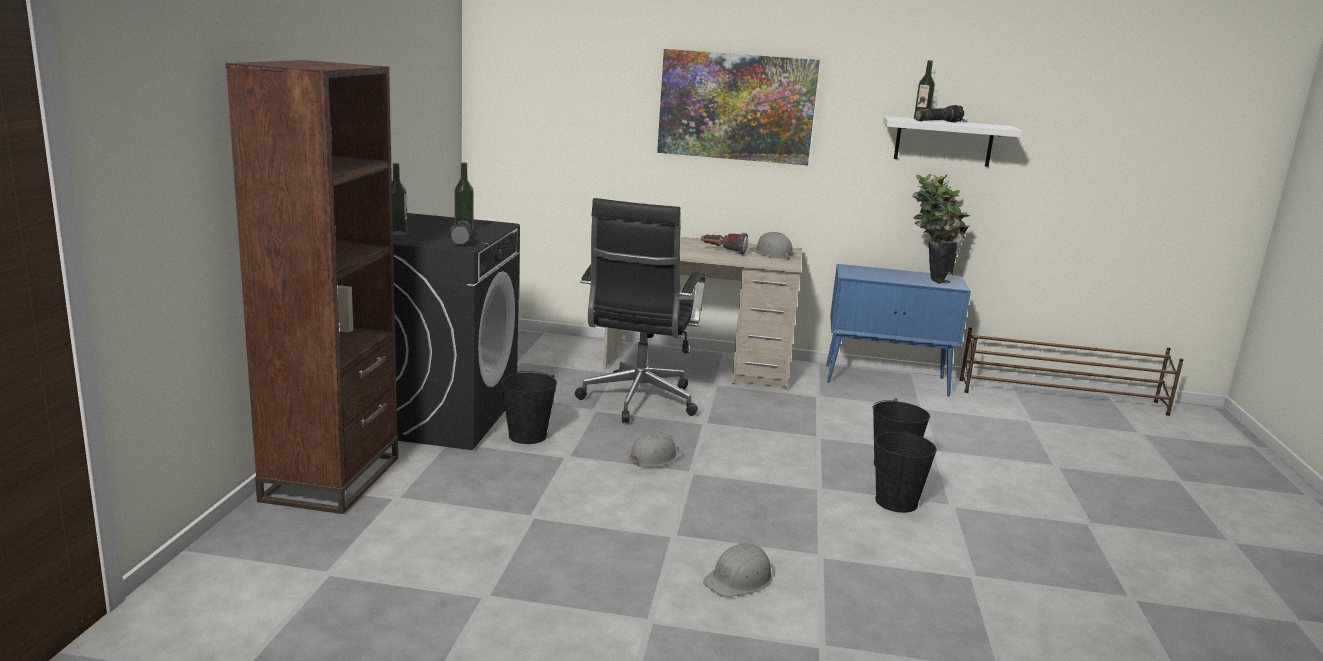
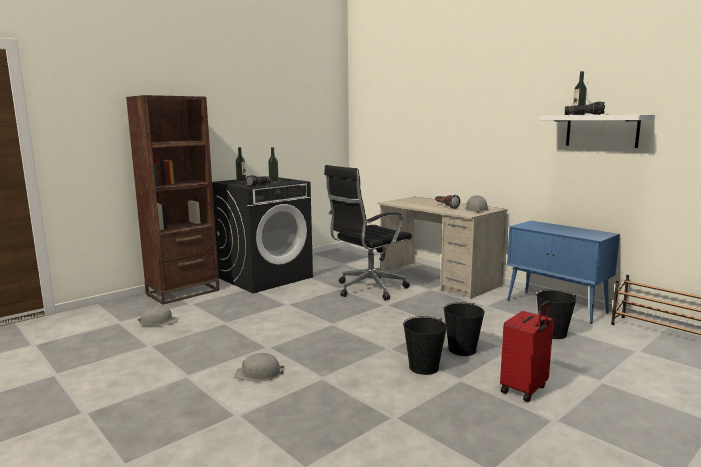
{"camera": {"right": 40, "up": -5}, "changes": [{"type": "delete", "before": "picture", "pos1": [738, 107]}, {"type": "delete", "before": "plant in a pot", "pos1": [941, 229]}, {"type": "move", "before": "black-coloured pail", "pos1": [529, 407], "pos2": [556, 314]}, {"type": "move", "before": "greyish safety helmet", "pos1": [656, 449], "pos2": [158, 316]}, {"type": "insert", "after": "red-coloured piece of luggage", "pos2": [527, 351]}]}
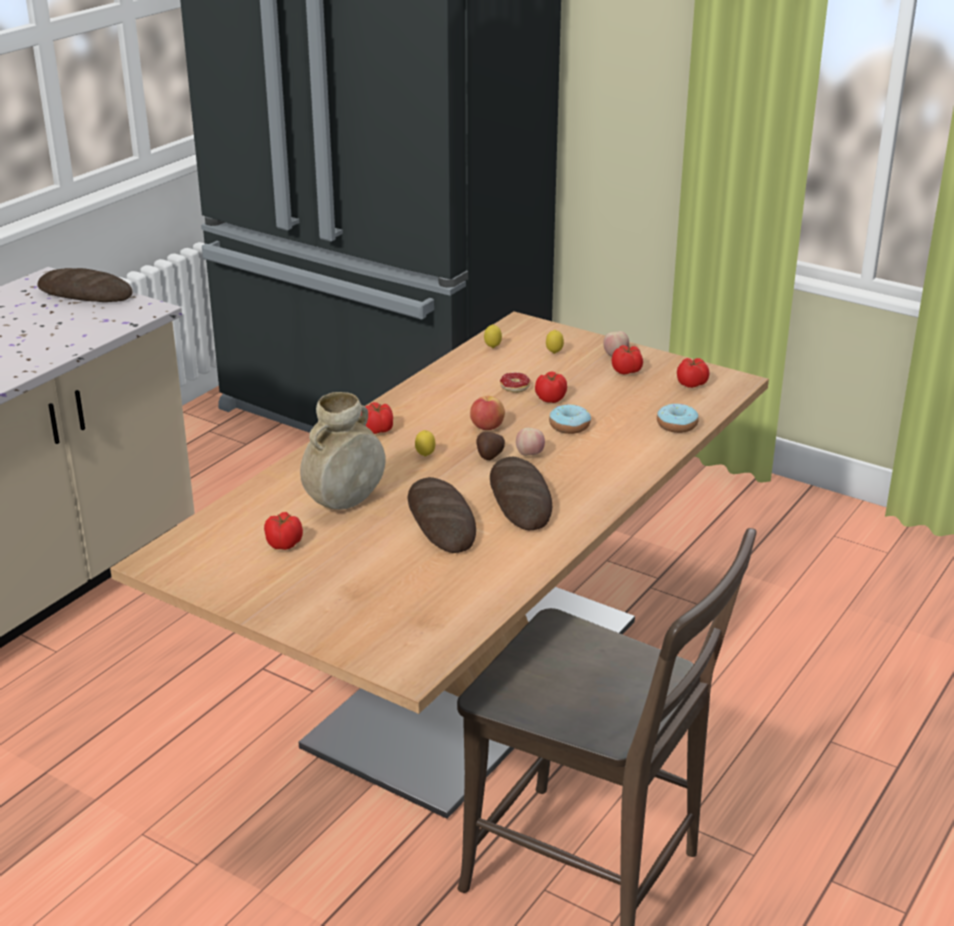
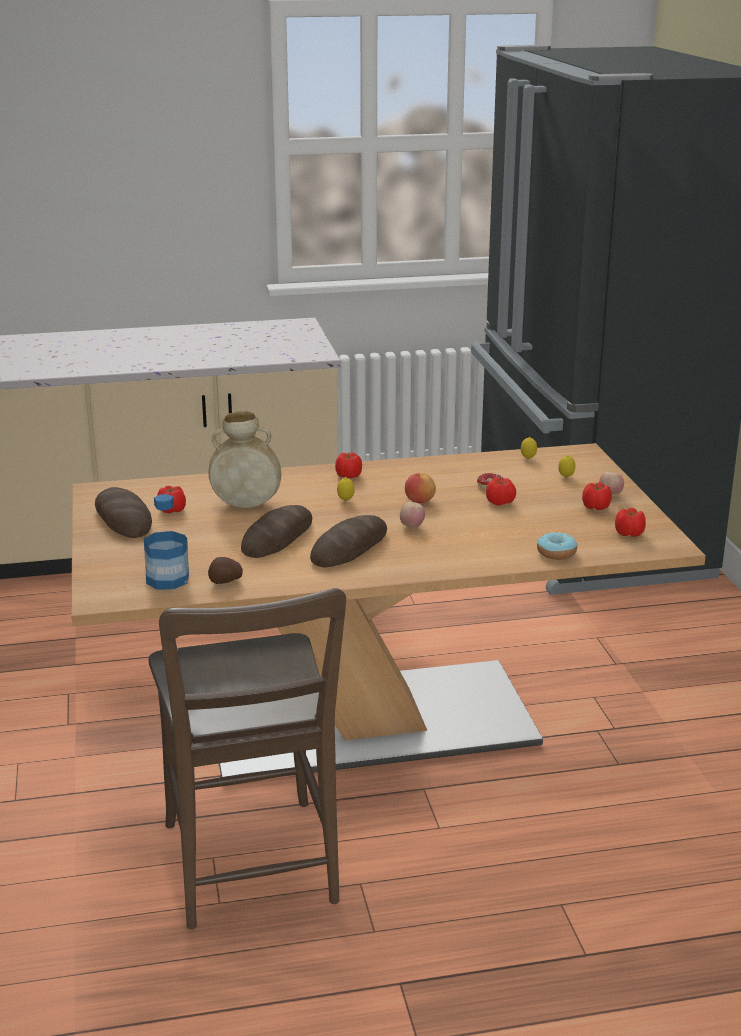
{"camera": {"right": 45, "up": -5}, "changes": [{"type": "move", "before": "bread", "pos1": [85, 285], "pos2": [123, 512]}, {"type": "delete", "before": "ring doughnut", "pos1": [570, 419]}, {"type": "move", "before": "spud", "pos1": [491, 446], "pos2": [225, 570]}, {"type": "insert", "after": "drink bottle", "pos2": [166, 541]}]}
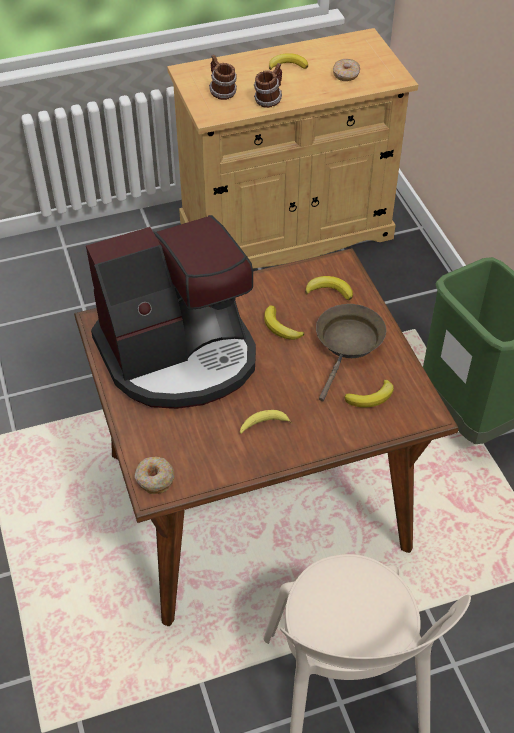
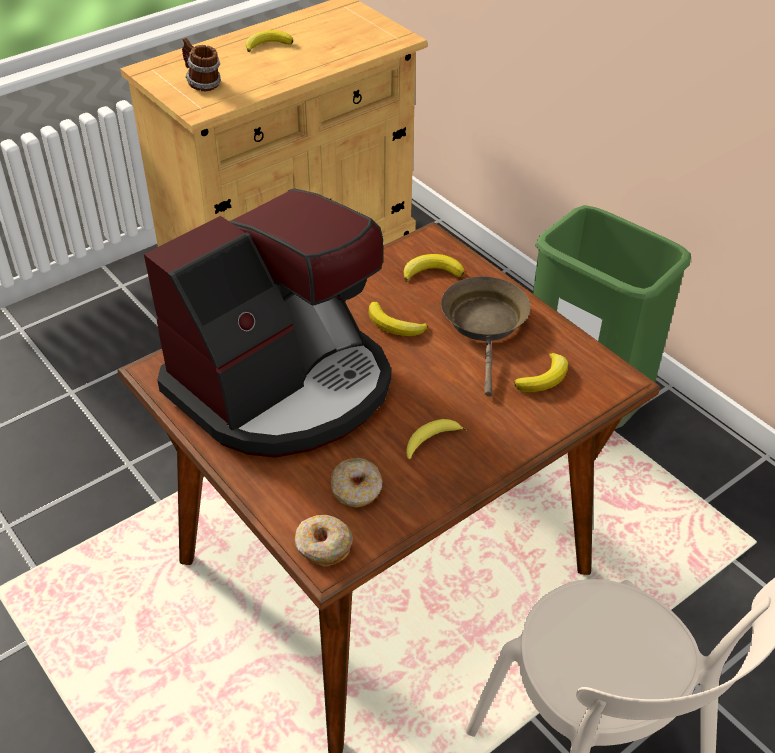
{"camera": {"right": -20, "up": -5}, "changes": [{"type": "move", "before": "ring doughnut", "pos1": [346, 70], "pos2": [356, 483]}, {"type": "delete", "before": "coffee mug", "pos1": [268, 85]}]}
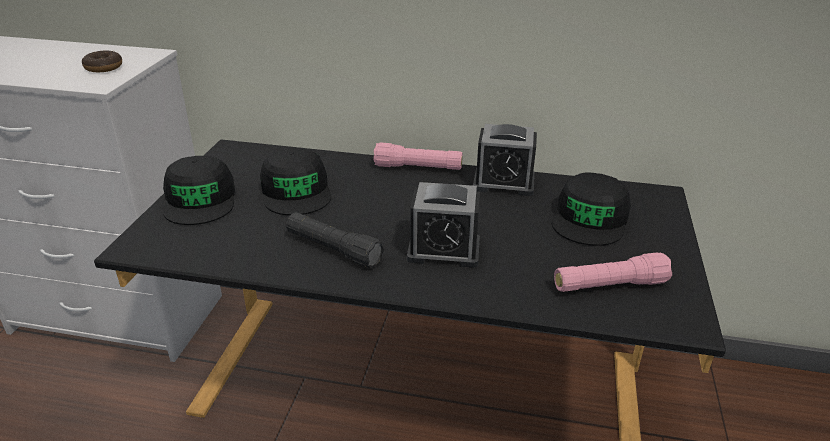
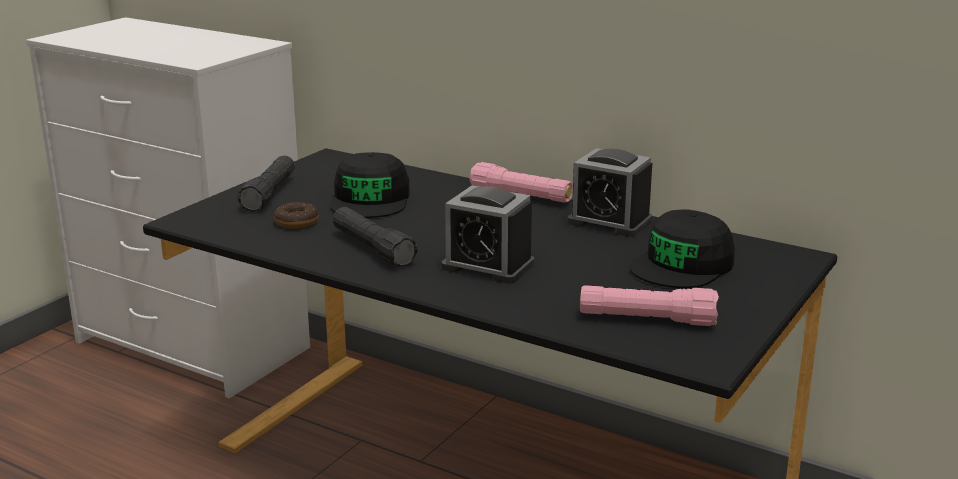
{"camera": {"right": 20, "up": -10}, "changes": [{"type": "move", "before": "ring doughnut", "pos1": [102, 61], "pos2": [296, 215]}, {"type": "replace", "before": "black-coloured cap", "after": "black-coloured torch", "pos1": [199, 190], "pos2": [266, 184]}]}
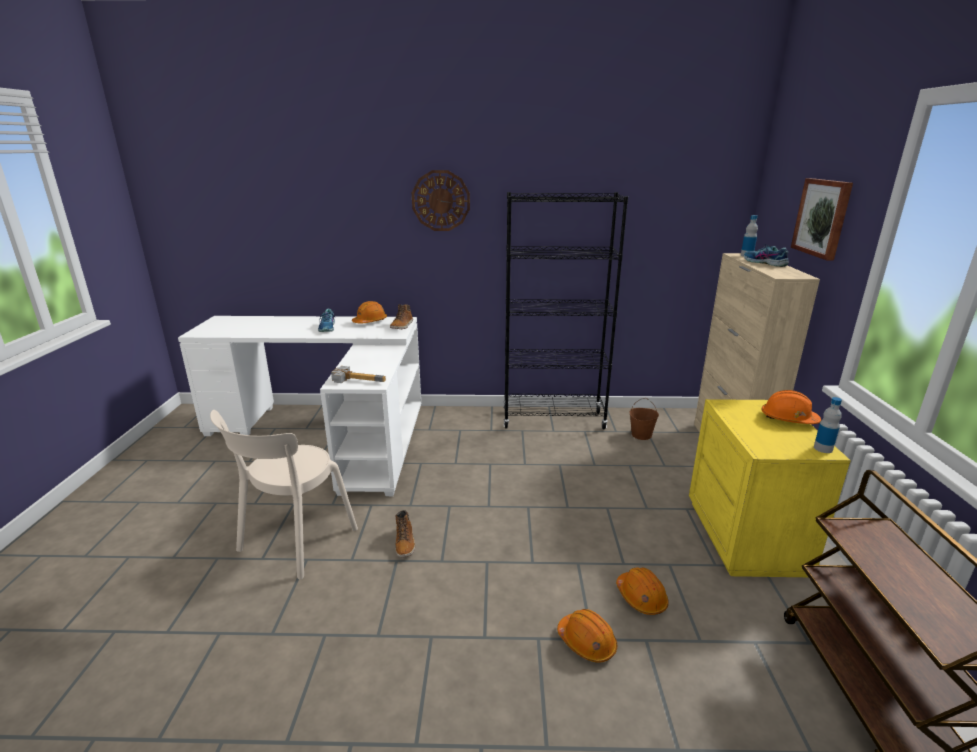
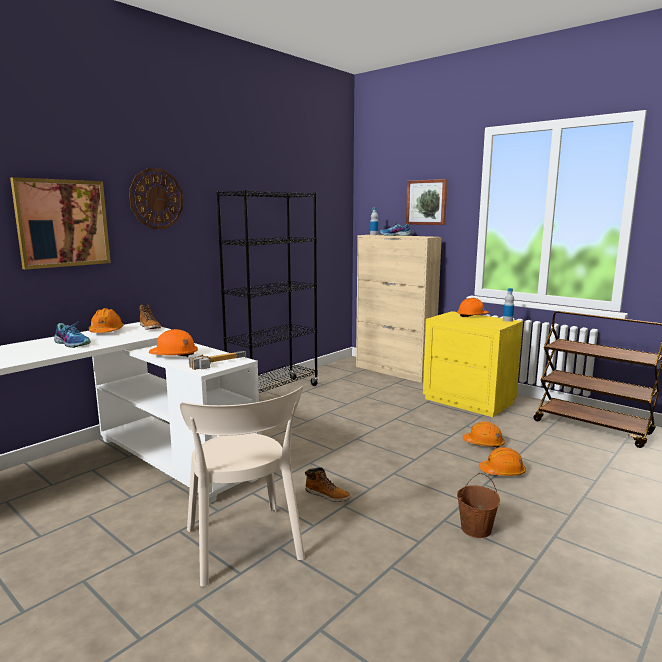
{"camera": {"right": -50, "up": -10}, "changes": [{"type": "move", "before": "brown-coloured pail", "pos1": [644, 419], "pos2": [478, 505]}, {"type": "insert", "after": "picture", "pos2": [60, 223]}, {"type": "insert", "after": "orange-coloured safety helmet", "pos2": [173, 343]}]}
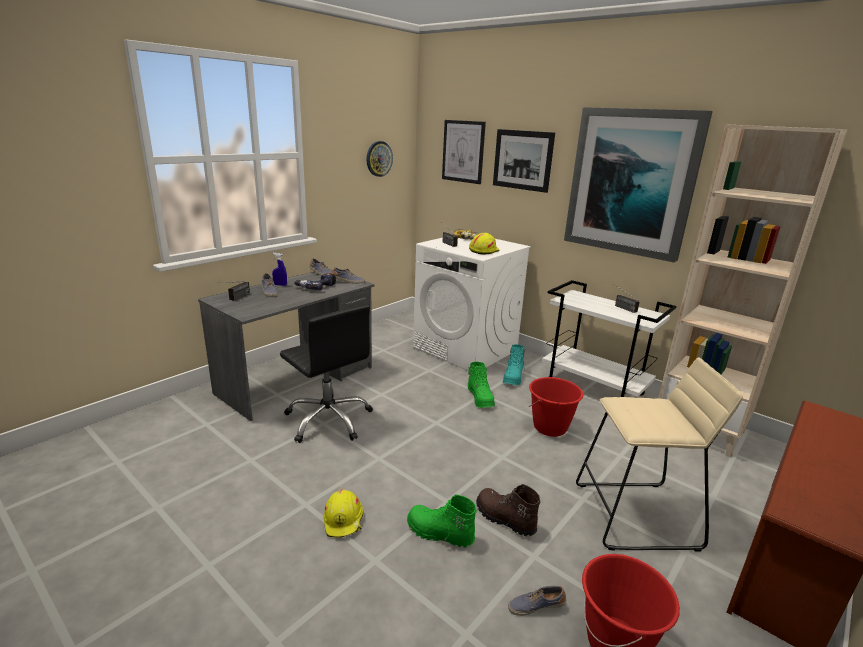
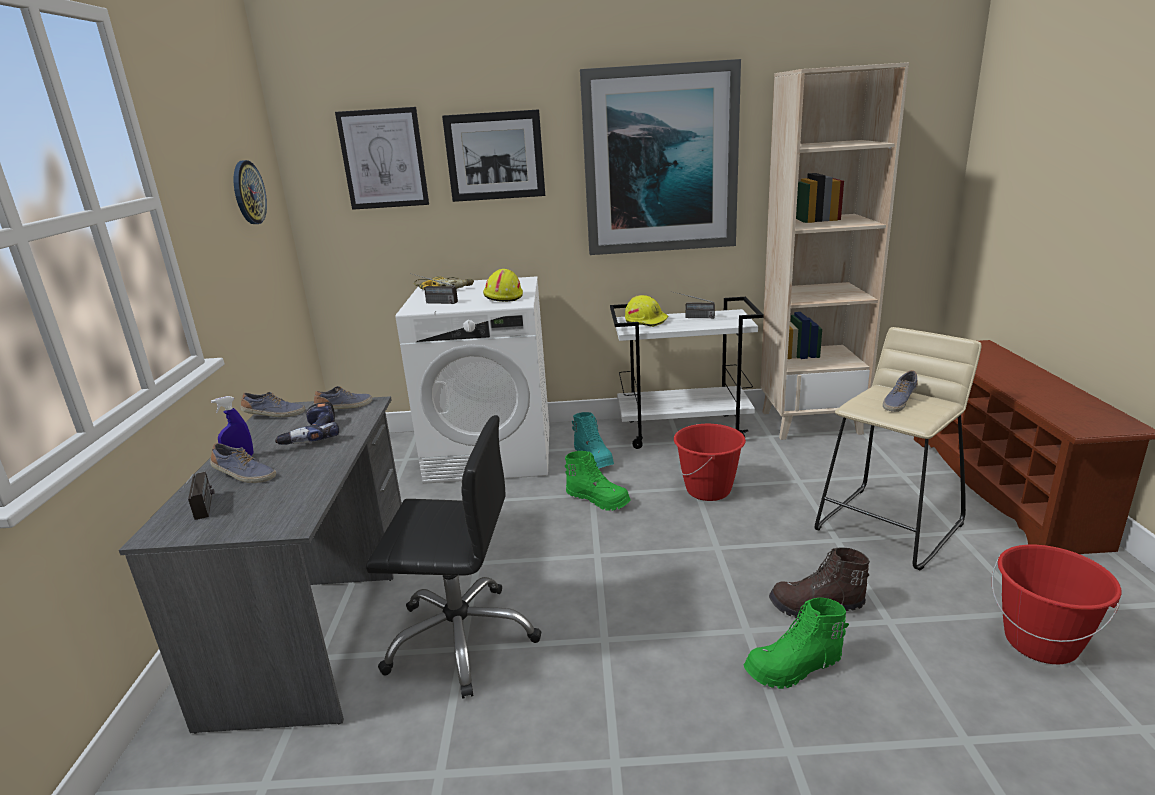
{"camera": {"right": -40, "up": 0}, "changes": [{"type": "move", "before": "yellow-coloured safety helmet", "pos1": [343, 513], "pos2": [646, 311]}, {"type": "move", "before": "item of footwear", "pos1": [537, 601], "pos2": [900, 391]}]}
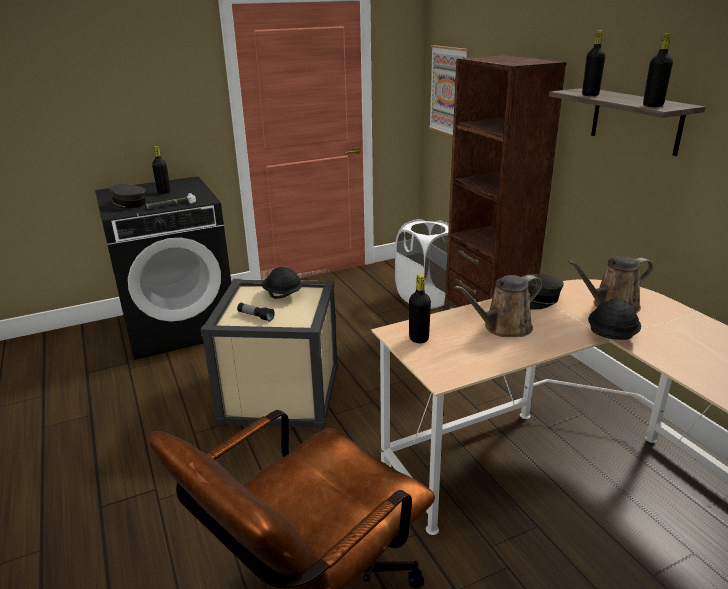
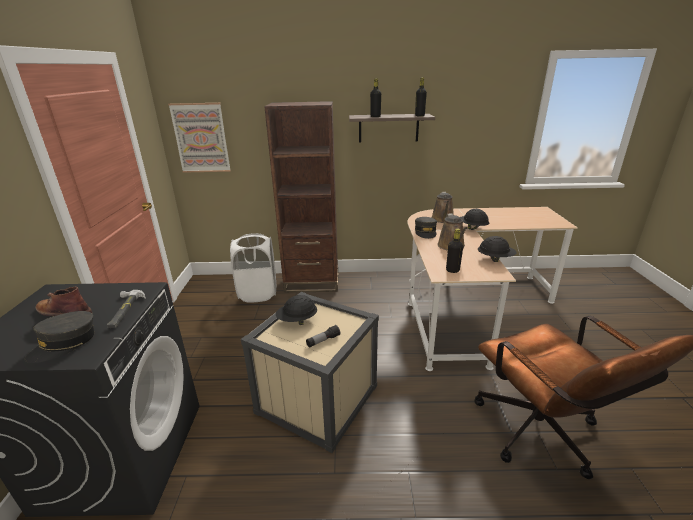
{"camera": {"right": -65, "up": 0}, "changes": [{"type": "replace", "before": "black-coloured drink bottle", "after": "brown-coloured boot", "pos1": [161, 170], "pos2": [63, 301]}, {"type": "insert", "after": "black-coloured safety helmet", "pos2": [497, 249]}]}
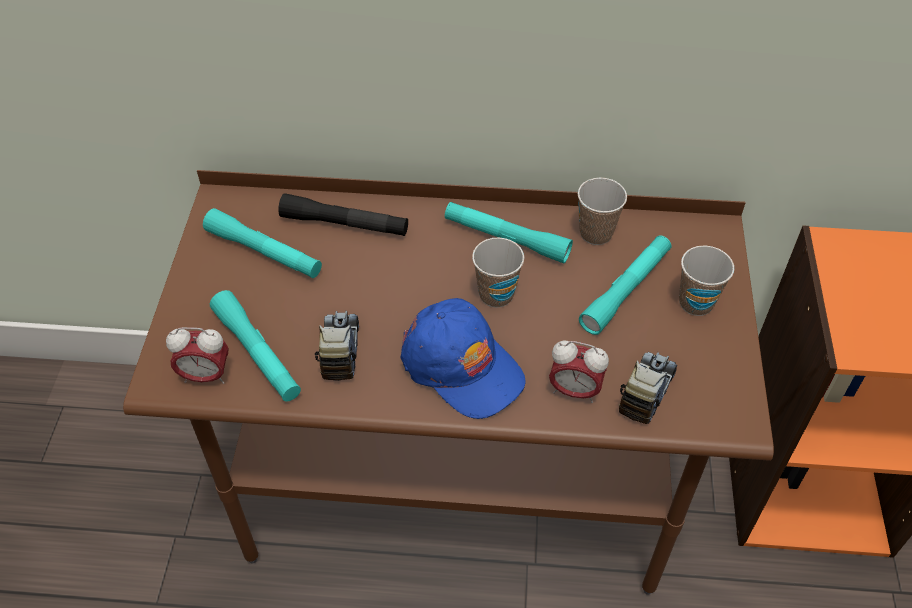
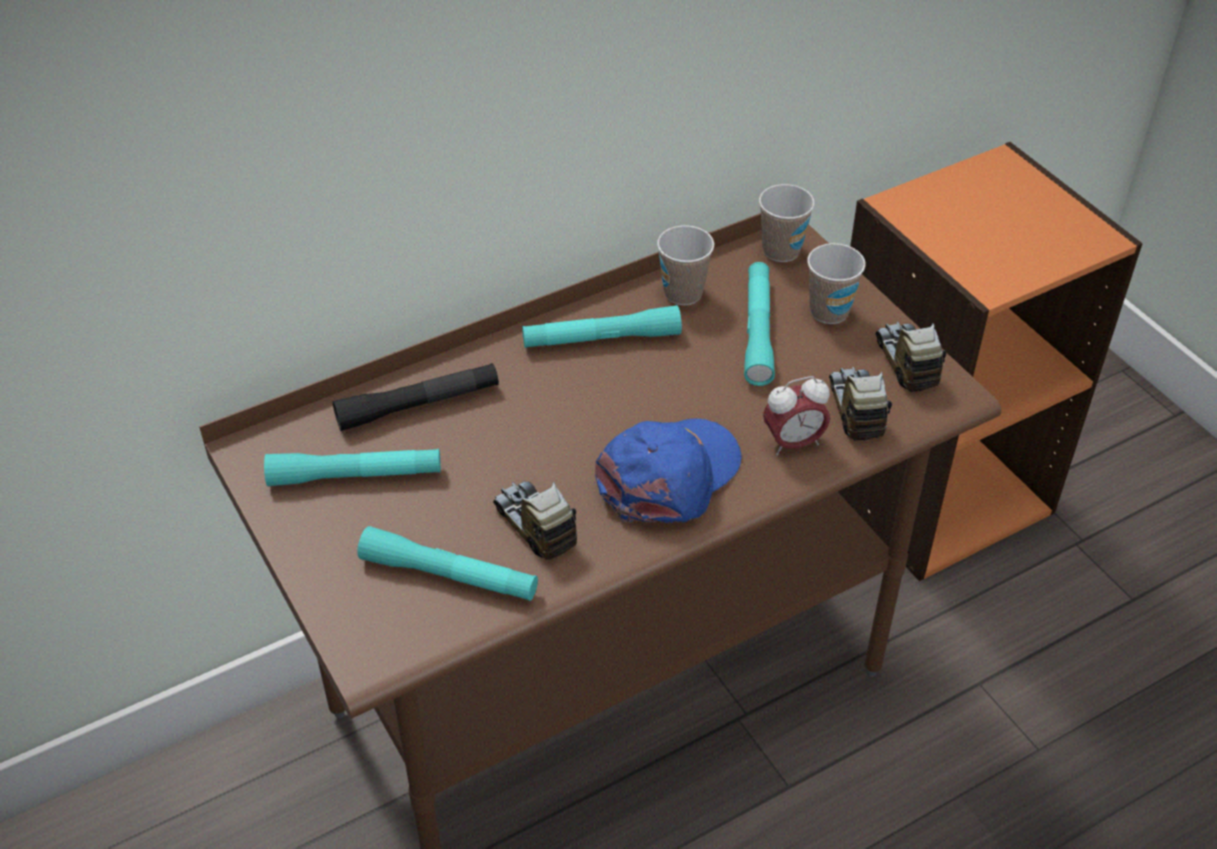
{"camera": {"right": -35, "up": -5}, "changes": [{"type": "move", "before": "drinking cup", "pos1": [498, 272], "pos2": [787, 223]}, {"type": "rotate", "before": "blue-coloured cap", "pos1": [463, 358], "pos2": [668, 470], "turn": -60}, {"type": "delete", "before": "table clock", "pos1": [197, 355]}, {"type": "insert", "after": "model truck", "pos2": [911, 357]}]}
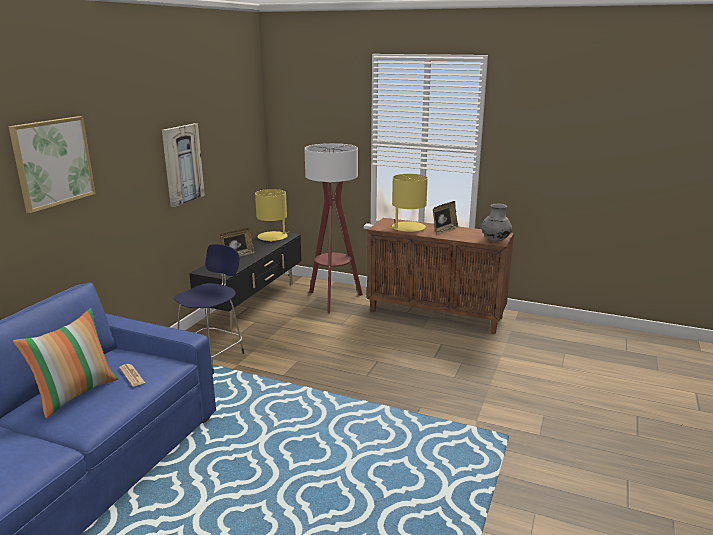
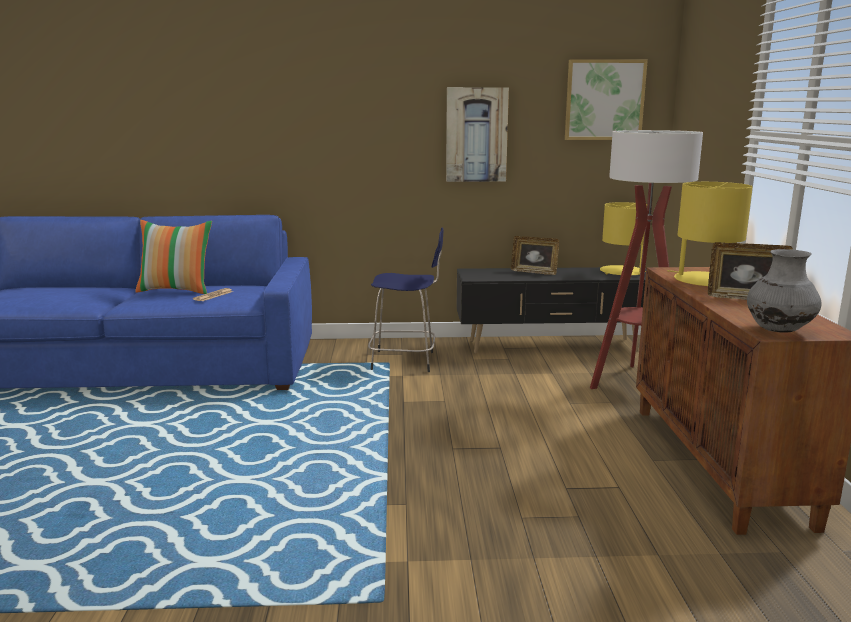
{"camera": {"right": 65, "up": -5}, "changes": [{"type": "move", "before": "picture", "pos1": [52, 164], "pos2": [606, 99]}]}
